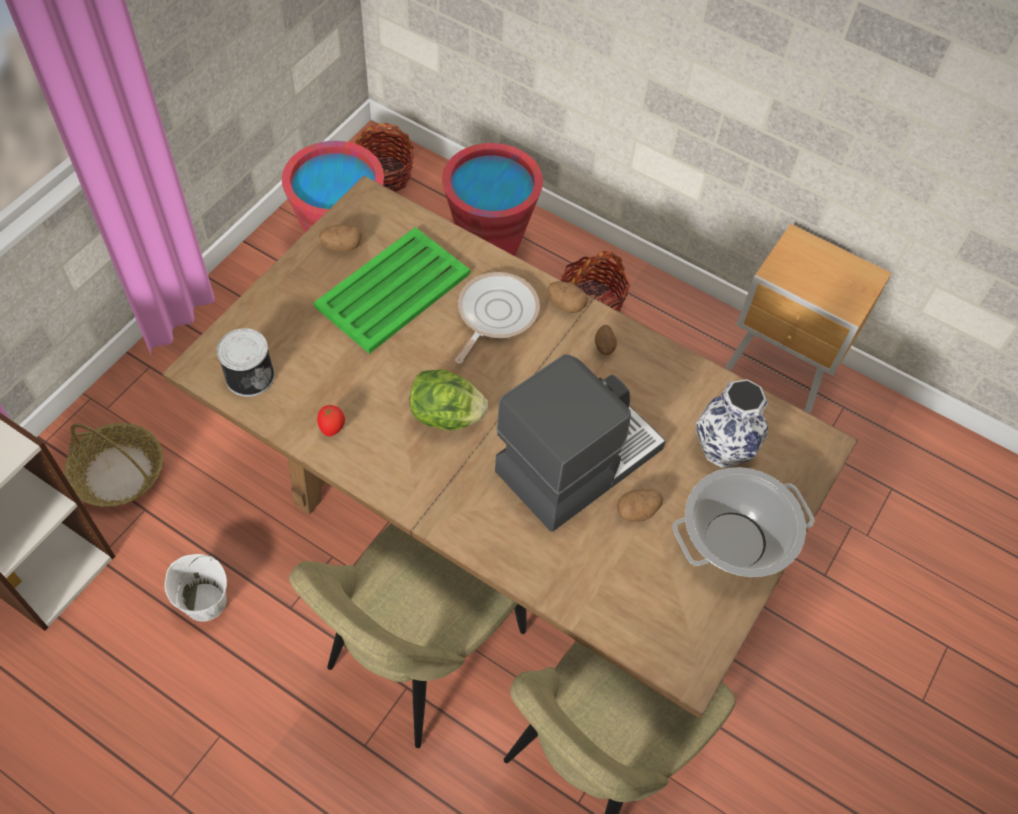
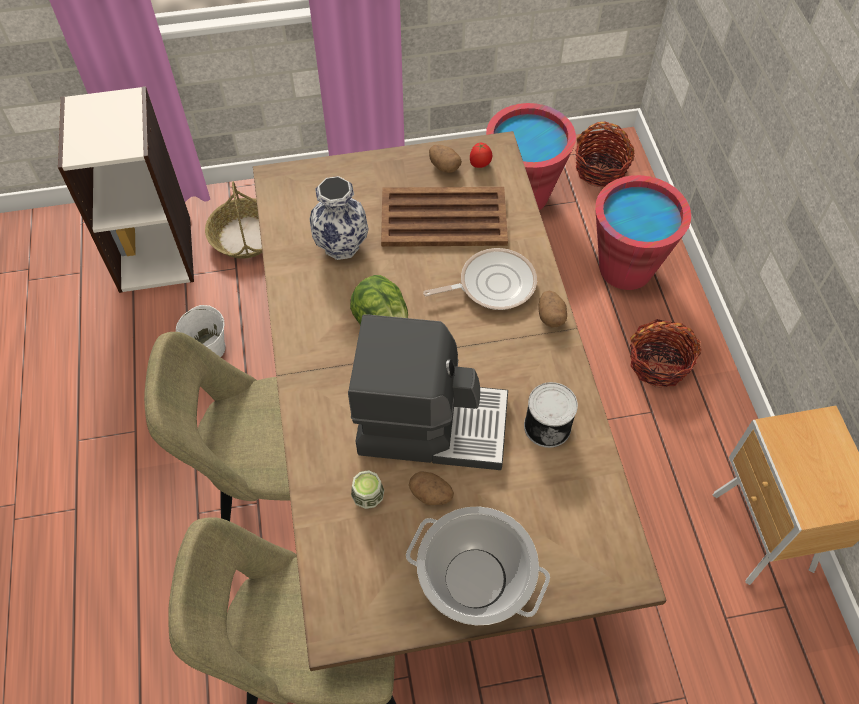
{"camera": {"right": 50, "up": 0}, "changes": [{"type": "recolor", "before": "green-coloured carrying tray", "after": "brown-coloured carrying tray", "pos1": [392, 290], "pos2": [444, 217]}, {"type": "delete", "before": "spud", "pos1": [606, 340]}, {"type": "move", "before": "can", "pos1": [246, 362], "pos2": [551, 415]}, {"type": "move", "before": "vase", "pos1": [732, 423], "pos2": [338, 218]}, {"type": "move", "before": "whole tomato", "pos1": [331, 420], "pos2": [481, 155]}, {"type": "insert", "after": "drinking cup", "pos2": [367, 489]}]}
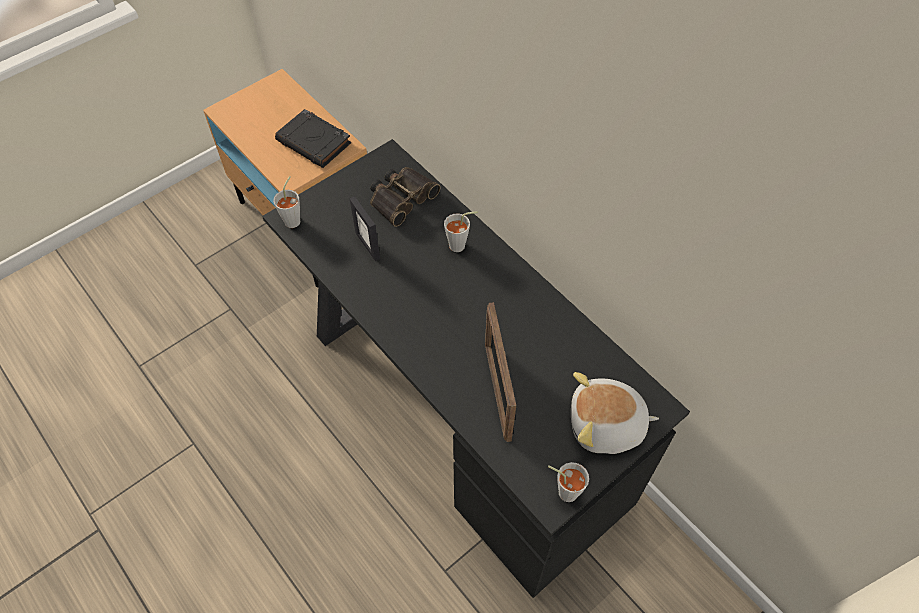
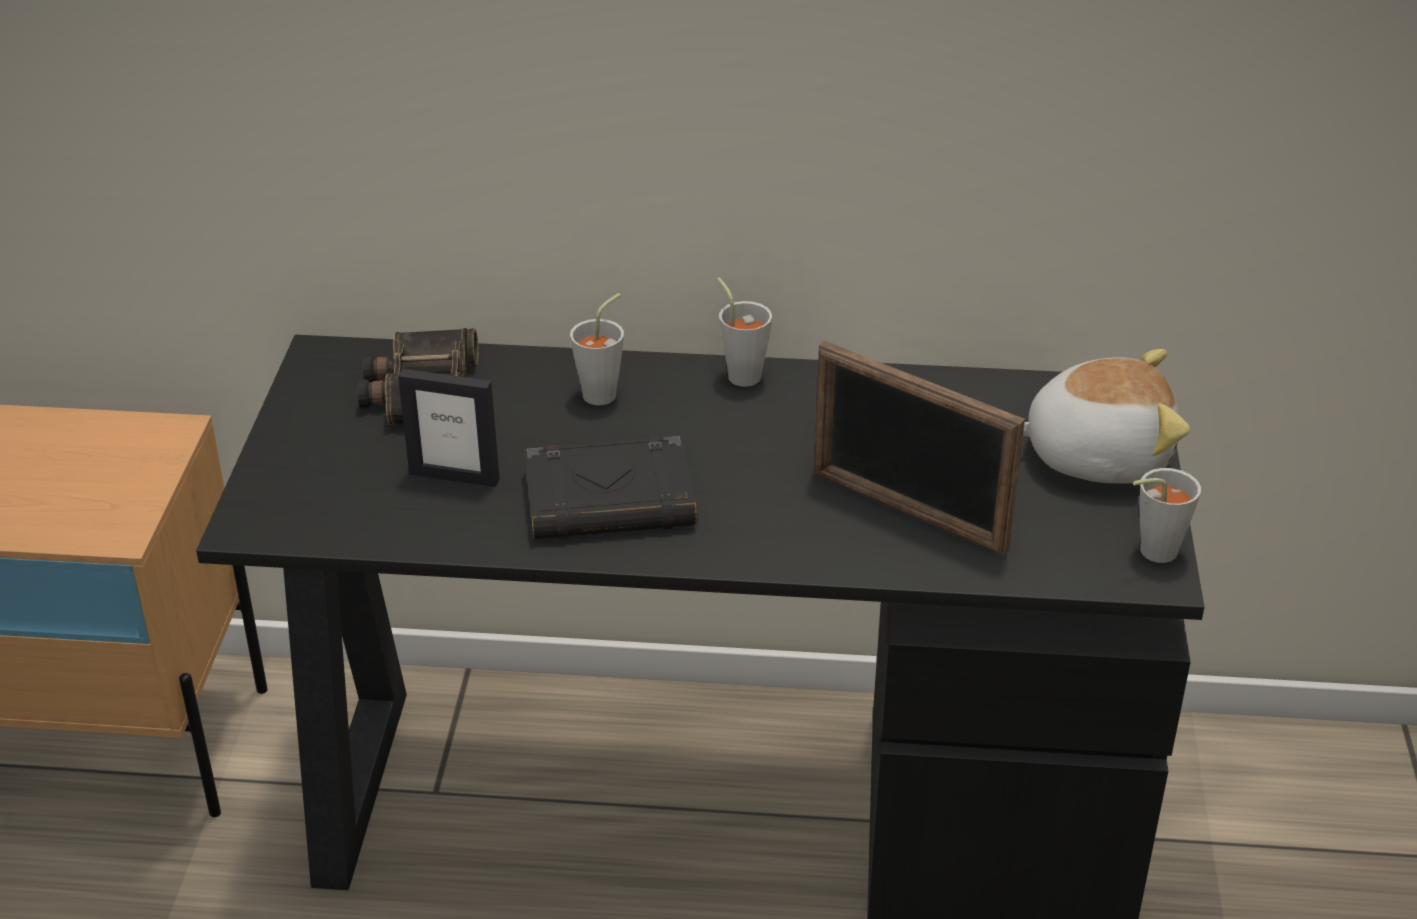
{"camera": {"right": -45, "up": -20}, "changes": [{"type": "move", "before": "black-coloured volume", "pos1": [313, 138], "pos2": [611, 487]}, {"type": "move", "before": "greyish drinking cup", "pos1": [286, 202], "pos2": [744, 332]}, {"type": "rotate", "before": "cuddly toy", "pos1": [615, 413], "pos2": [1106, 416], "turn": -135}]}
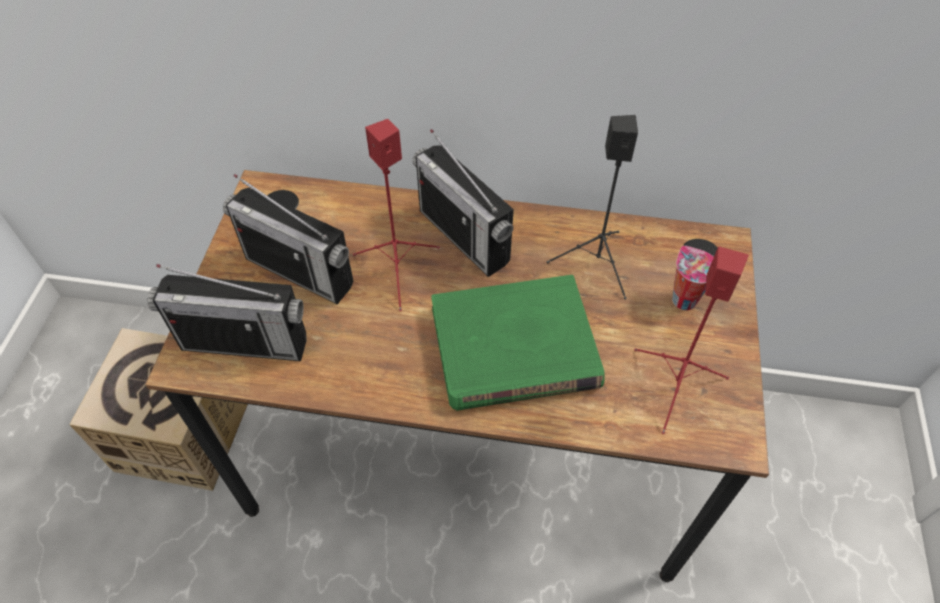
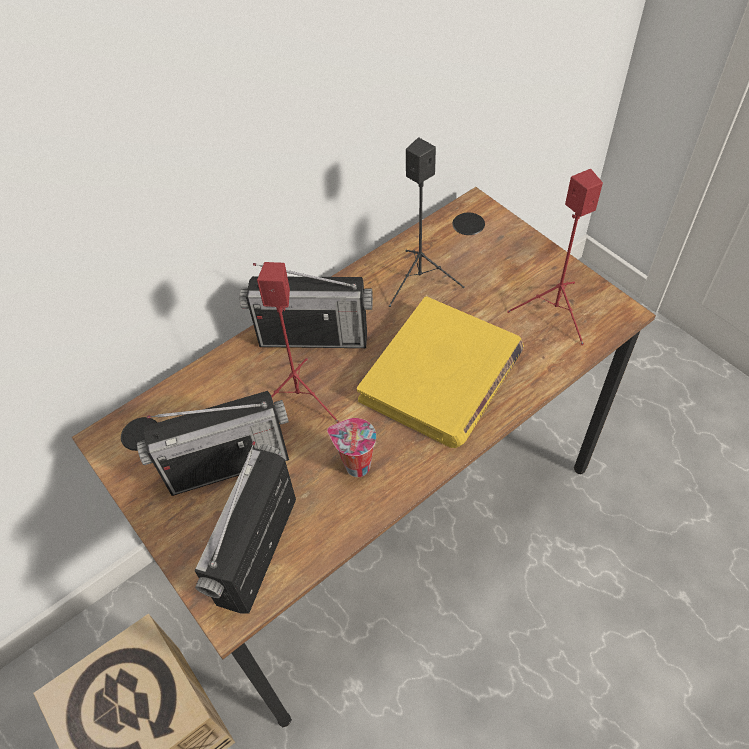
{"camera": {"right": -45, "up": 0}, "changes": [{"type": "move", "before": "drinking cup", "pos1": [693, 278], "pos2": [351, 447]}, {"type": "rotate", "before": "radio receiver", "pos1": [227, 312], "pos2": [245, 527], "turn": 150}, {"type": "recolor", "before": "green-coloured volume", "after": "yellow-coloured volume", "pos1": [517, 343], "pos2": [440, 372]}]}
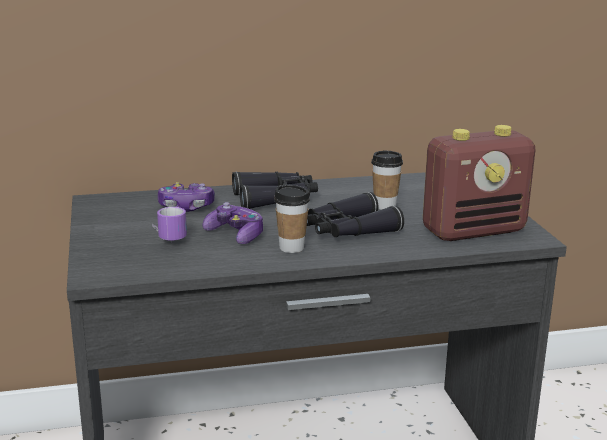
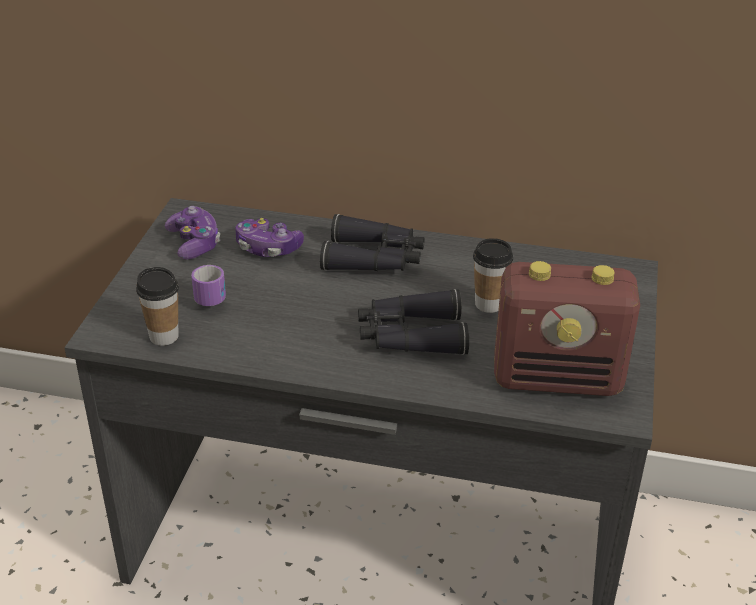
{"camera": {"right": 25, "up": 15}, "changes": [{"type": "move", "before": "drinking cup", "pos1": [292, 218], "pos2": [157, 306]}, {"type": "move", "before": "gamepad", "pos1": [232, 223], "pos2": [192, 233]}]}
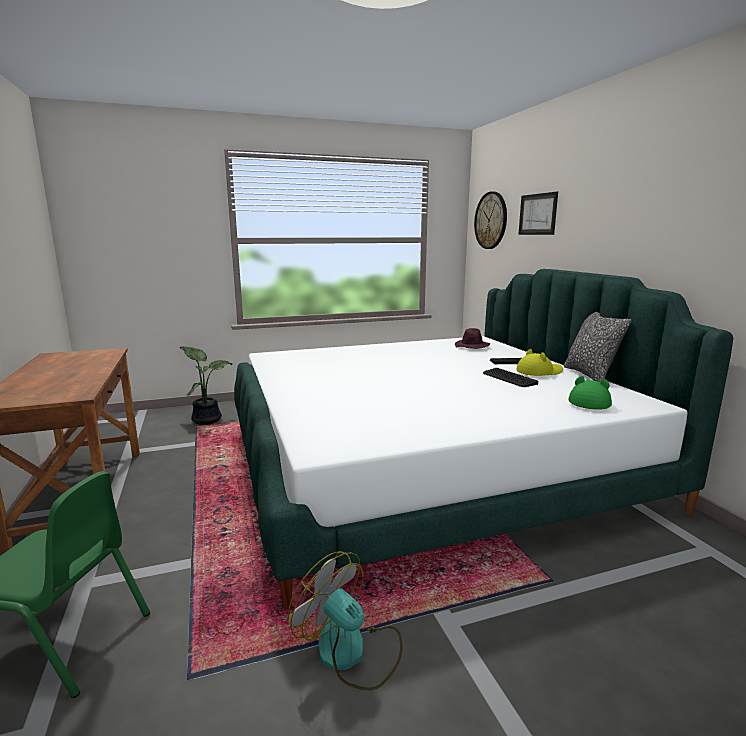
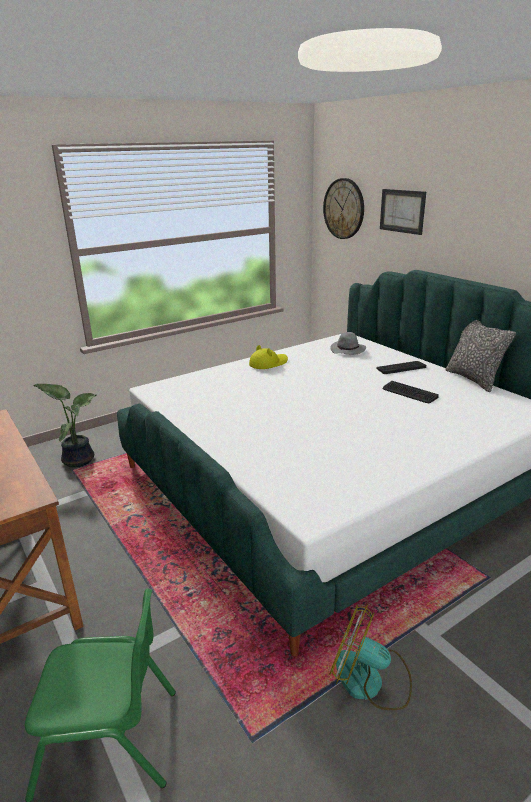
{"camera": {"right": -15, "up": 10}, "changes": [{"type": "recolor", "before": "purple-coloured hat", "after": "greyish hat", "pos1": [472, 338], "pos2": [348, 343]}, {"type": "move", "before": "yellow-coloured hat", "pos1": [539, 362], "pos2": [268, 357]}, {"type": "delete", "before": "green-coloured hat", "pos1": [590, 393]}]}
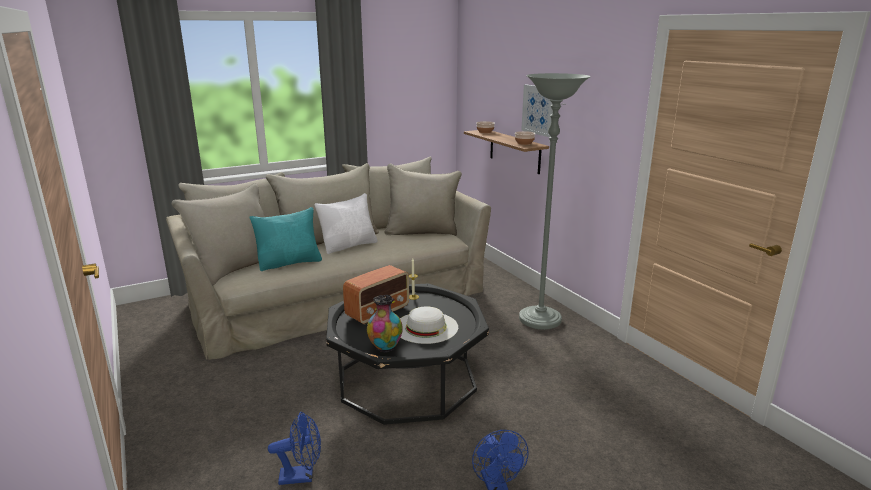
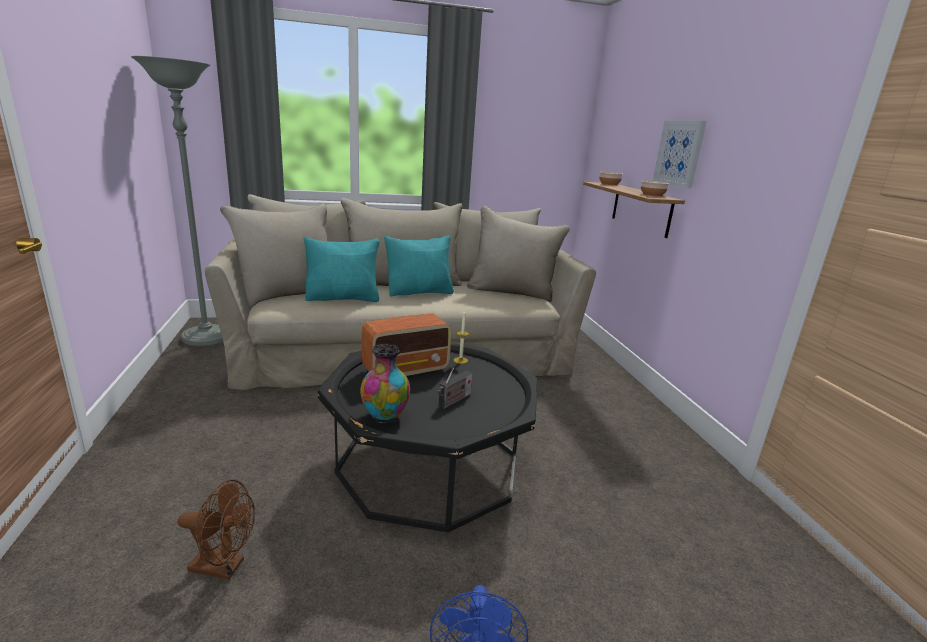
{"camera": {"right": 15, "up": 0}, "changes": [{"type": "move", "before": "greyish floor lamp", "pos1": [555, 201], "pos2": [177, 201]}, {"type": "recolor", "before": "whitish throw pillow", "after": "turquoise-coloured throw pillow", "pos1": [346, 223], "pos2": [419, 266]}, {"type": "replace", "before": "whitish hat", "after": "radio receiver", "pos1": [429, 325], "pos2": [455, 388]}, {"type": "recolor", "before": "blue-coloured cooling fan", "after": "brown-coloured cooling fan", "pos1": [294, 448], "pos2": [216, 529]}]}
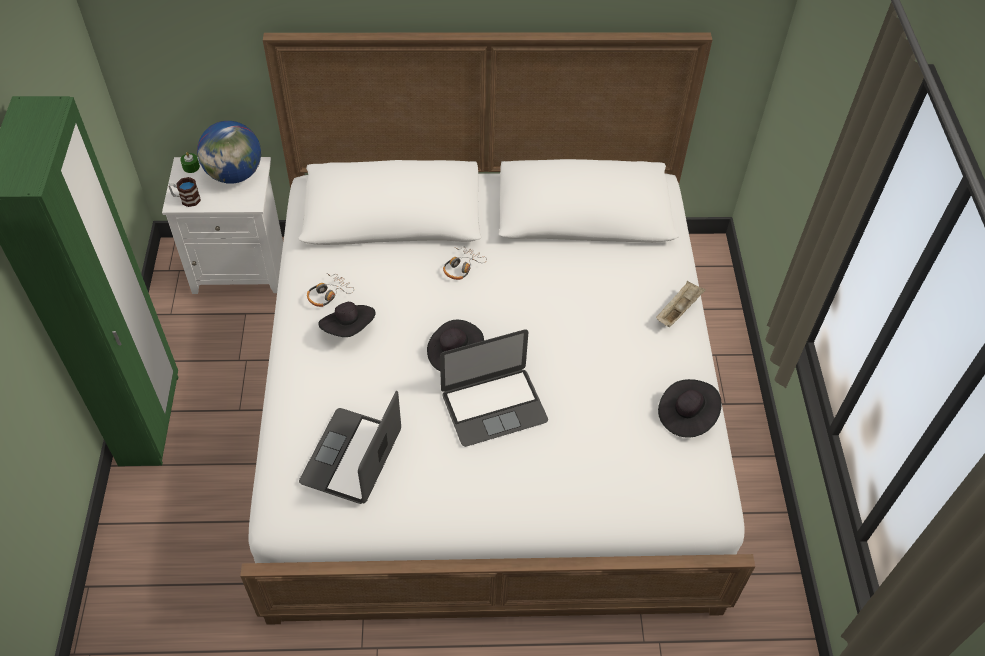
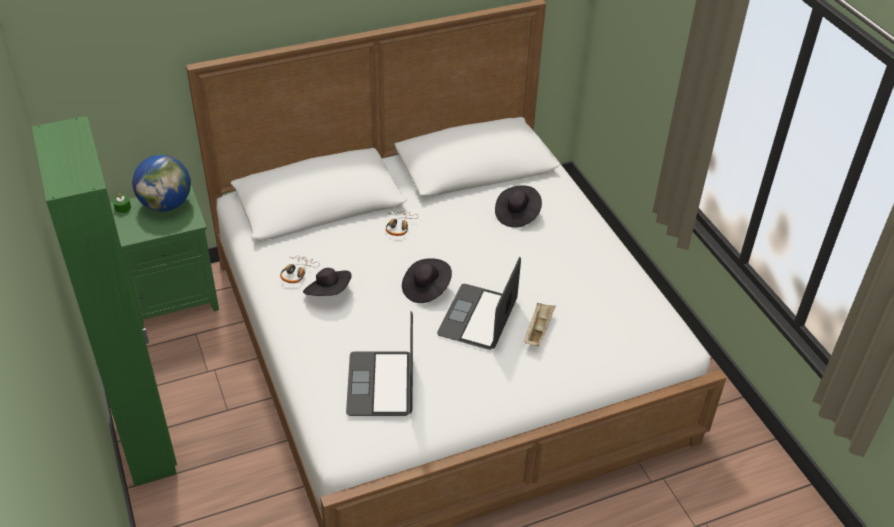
{"camera": {"right": -20, "up": -10}, "changes": [{"type": "recolor", "before": "whitish bedside table", "after": "green-coloured bedside table", "pos1": [222, 225], "pos2": [164, 257]}, {"type": "delete", "before": "coffee mug", "pos1": [185, 192]}, {"type": "move", "before": "beige carrying tray", "pos1": [681, 304], "pos2": [540, 324]}, {"type": "rotate", "before": "portable computer", "pos1": [494, 388], "pos2": [479, 303], "turn": 150}, {"type": "move", "before": "black-coloured hat", "pos1": [689, 408], "pos2": [518, 207]}]}
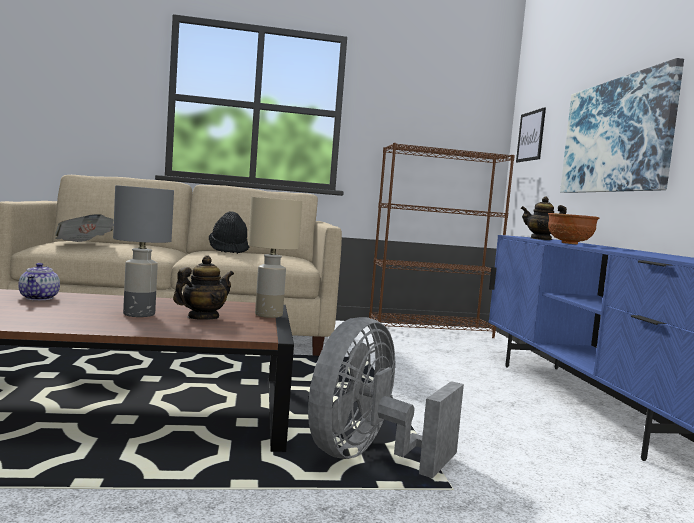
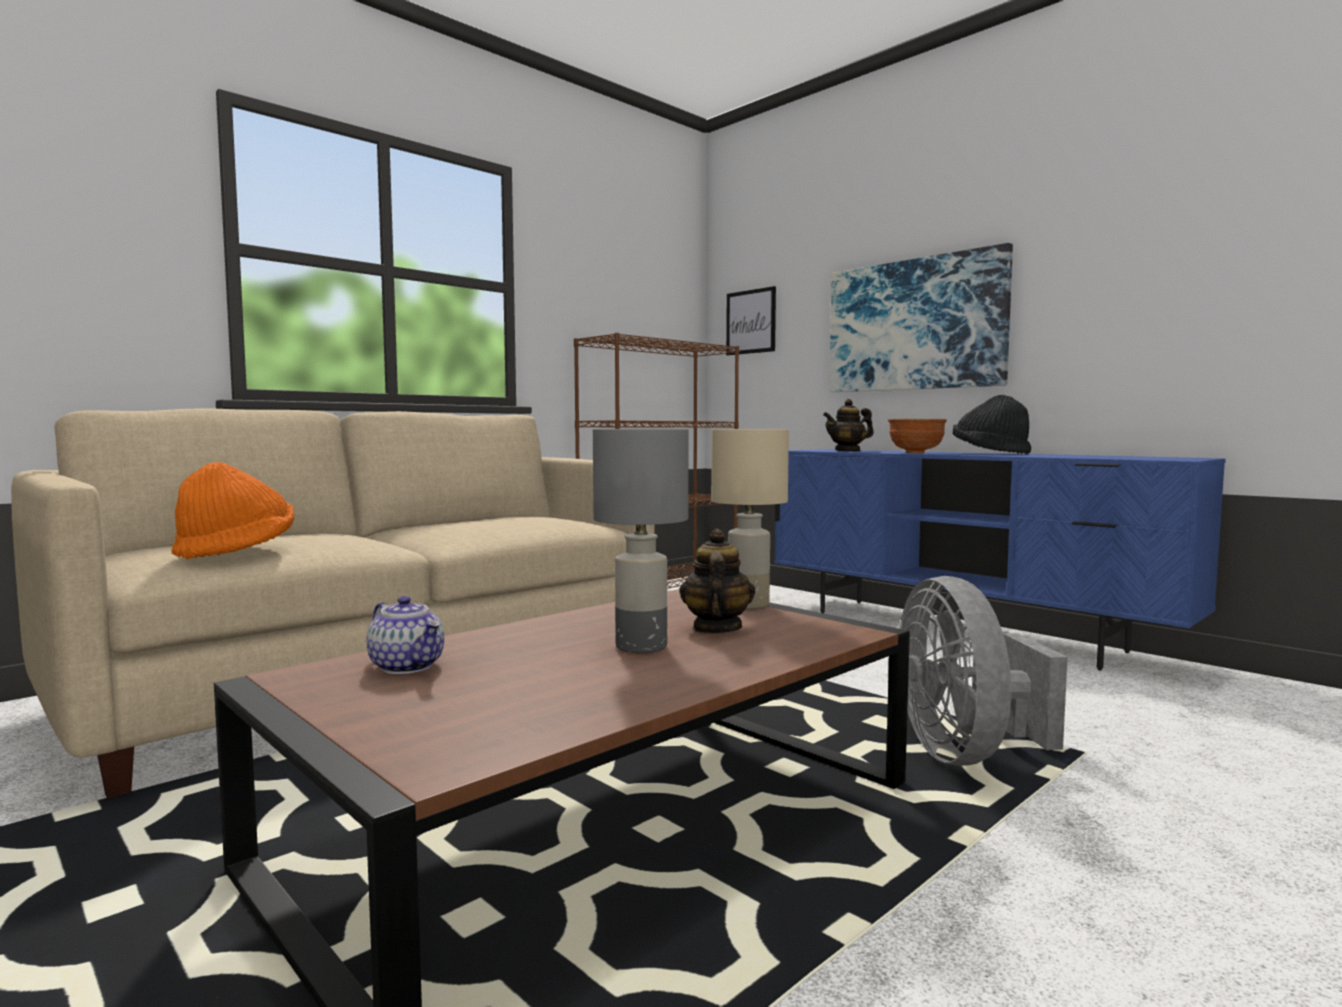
{"camera": {"right": -35, "up": 0}, "changes": [{"type": "move", "before": "black-coloured hat", "pos1": [229, 232], "pos2": [992, 424]}, {"type": "replace", "before": "daily paper", "after": "orange-coloured hat", "pos1": [84, 228], "pos2": [232, 510]}]}
